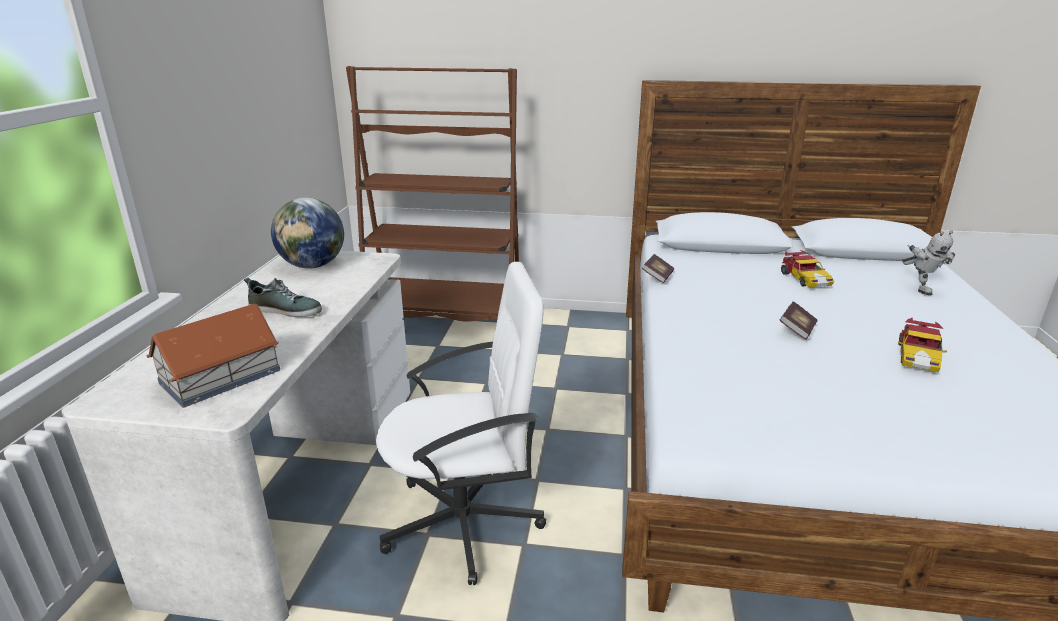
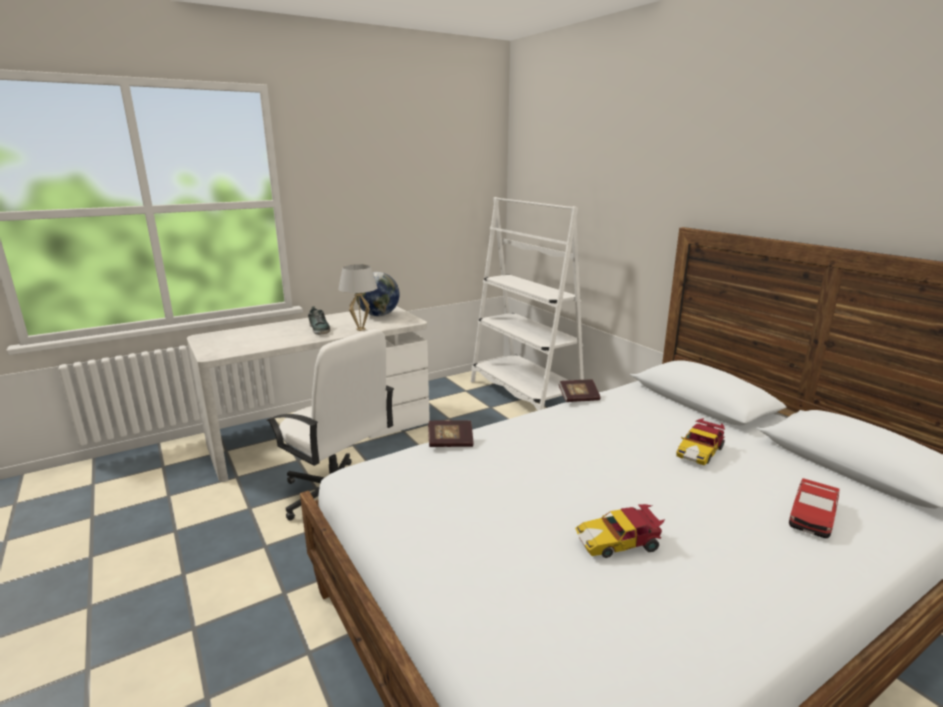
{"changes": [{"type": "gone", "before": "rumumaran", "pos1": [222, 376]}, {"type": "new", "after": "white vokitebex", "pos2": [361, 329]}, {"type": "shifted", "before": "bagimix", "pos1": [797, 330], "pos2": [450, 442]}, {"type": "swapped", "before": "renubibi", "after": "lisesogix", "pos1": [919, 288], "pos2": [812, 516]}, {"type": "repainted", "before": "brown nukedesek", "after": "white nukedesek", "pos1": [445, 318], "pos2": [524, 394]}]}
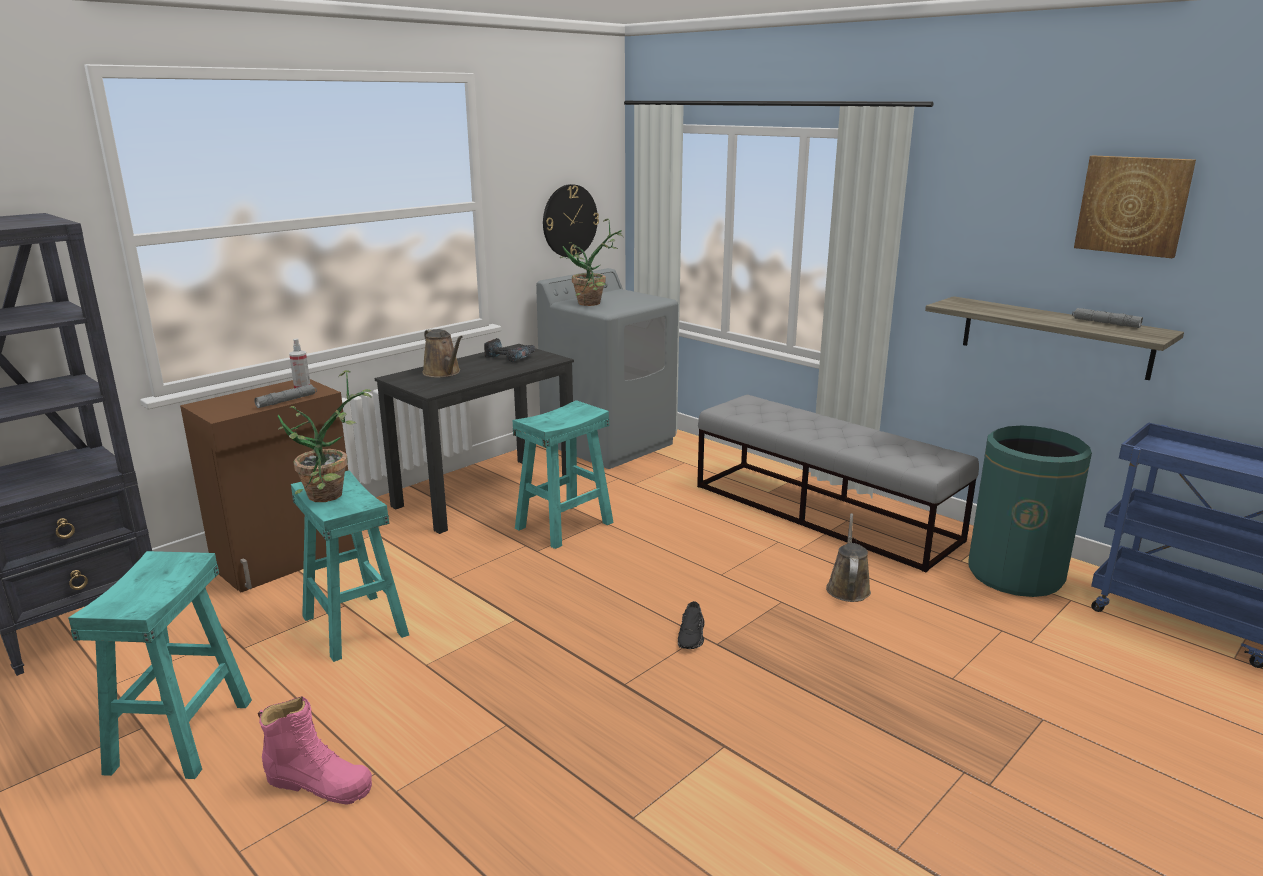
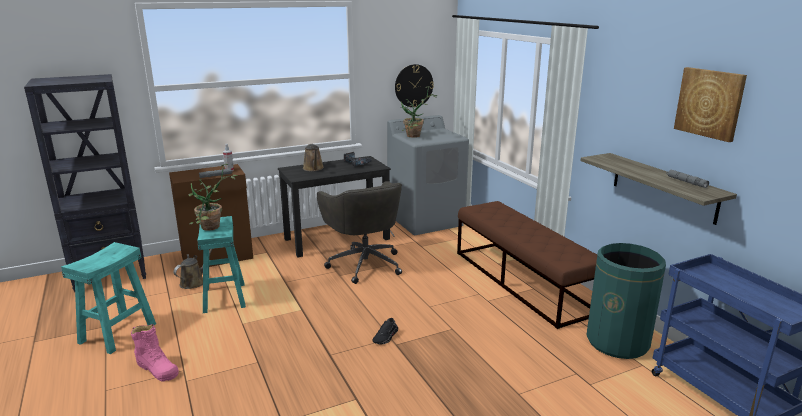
{"changes": [{"type": "shifted", "before": "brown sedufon", "pos1": [848, 588], "pos2": [194, 282]}, {"type": "swapped", "before": "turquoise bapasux", "after": "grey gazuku", "pos1": [564, 526], "pos2": [364, 264]}, {"type": "repainted", "before": "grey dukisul", "after": "brown dukisul", "pos1": [823, 512], "pos2": [522, 281]}]}
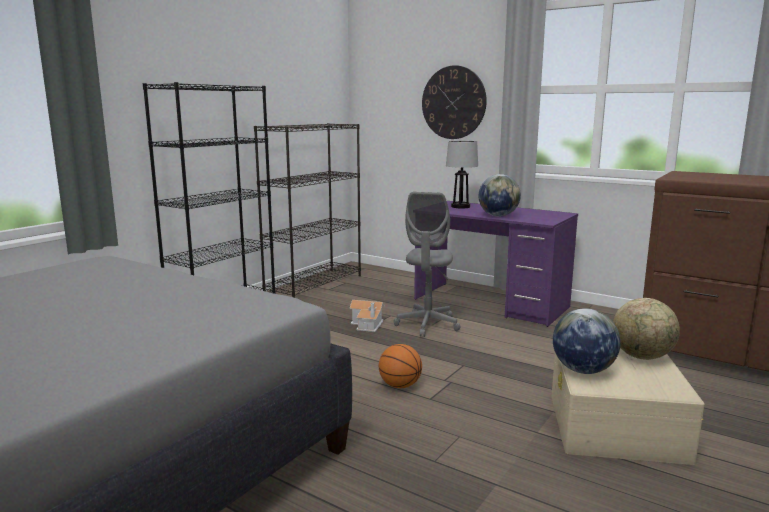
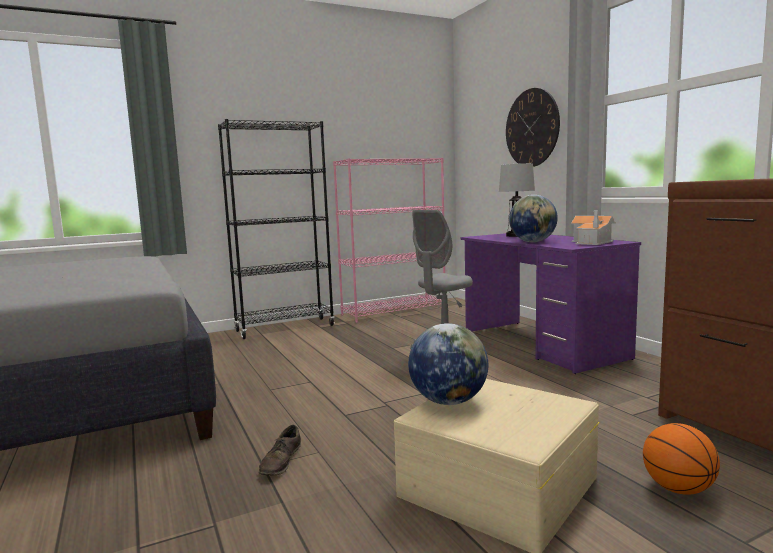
{"changes": [{"type": "gone", "before": "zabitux", "pos1": [642, 357]}, {"type": "new", "after": "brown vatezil", "pos2": [281, 461]}, {"type": "shifted", "before": "rumumaran", "pos1": [368, 324], "pos2": [592, 242]}, {"type": "shifted", "before": "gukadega", "pos1": [400, 385], "pos2": [678, 489]}, {"type": "repainted", "before": "black nukedesek", "after": "pink nukedesek", "pos1": [314, 284], "pos2": [394, 311]}]}
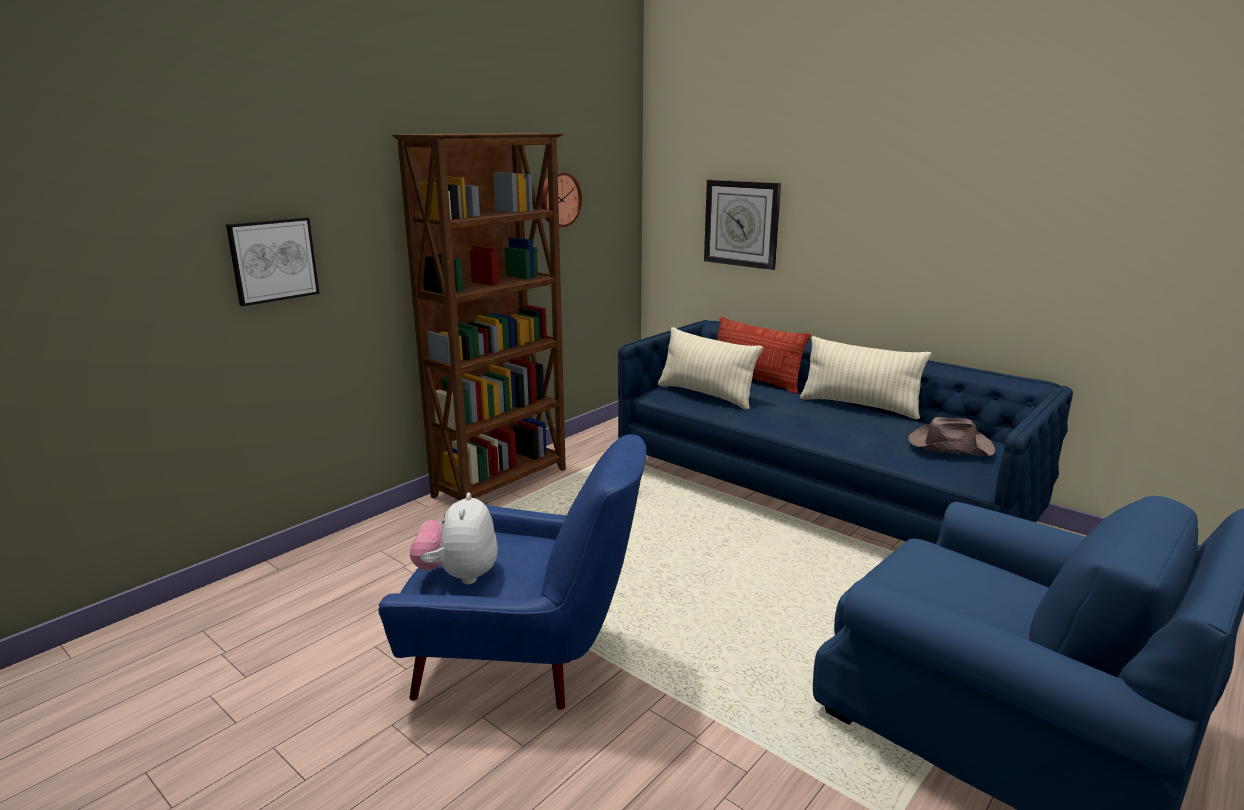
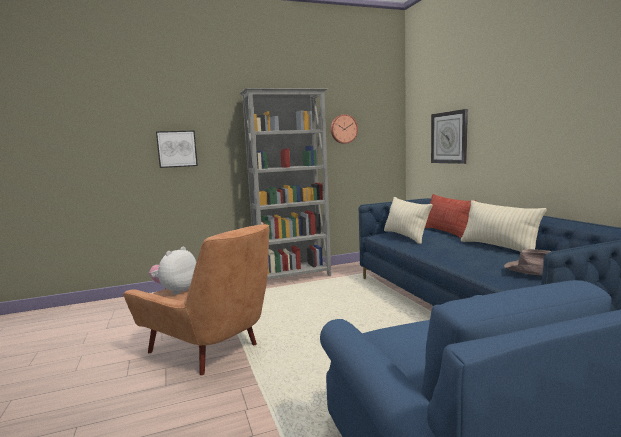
{"changes": [{"type": "repainted", "before": "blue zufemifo", "after": "brown zufemifo", "pos1": [525, 661], "pos2": [211, 350]}, {"type": "repainted", "before": "brown nukedesek", "after": "grey nukedesek", "pos1": [502, 483], "pos2": [294, 277]}]}
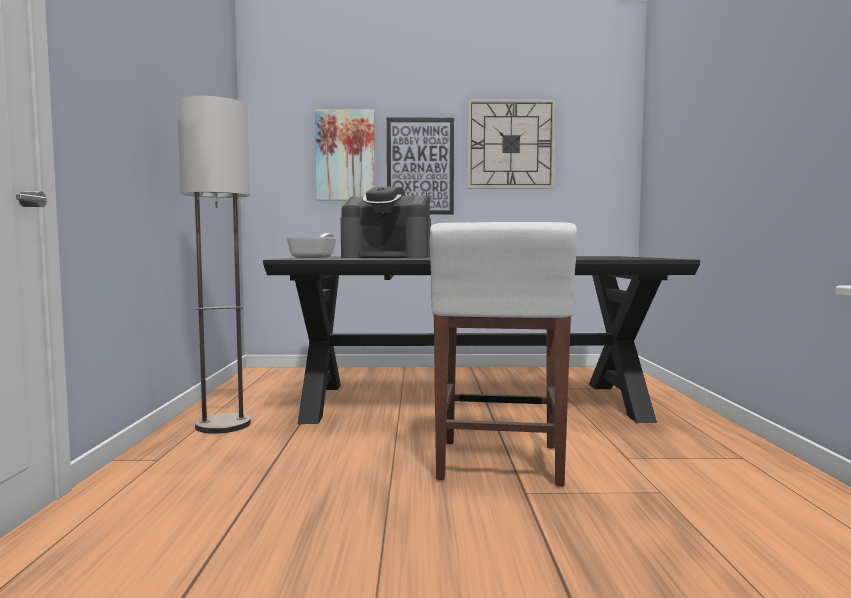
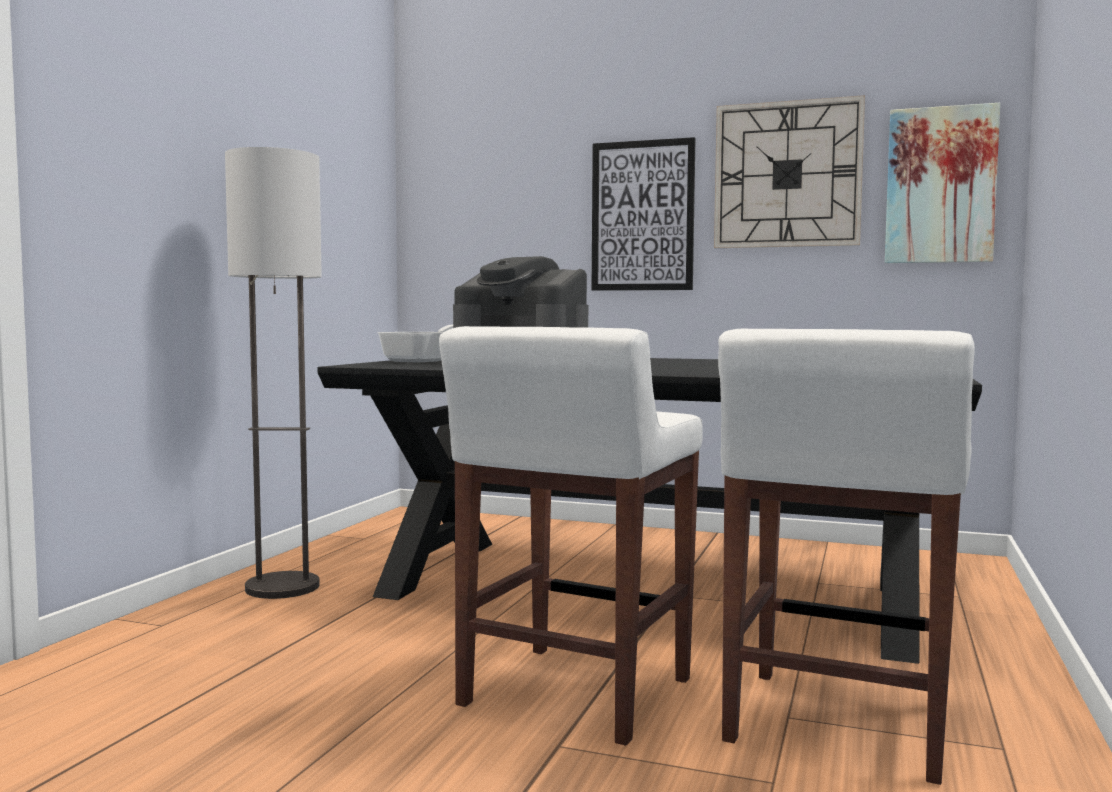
{"changes": [{"type": "new", "after": "white bapasux", "pos2": [837, 725]}, {"type": "shifted", "before": "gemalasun", "pos1": [345, 155], "pos2": [940, 185]}]}
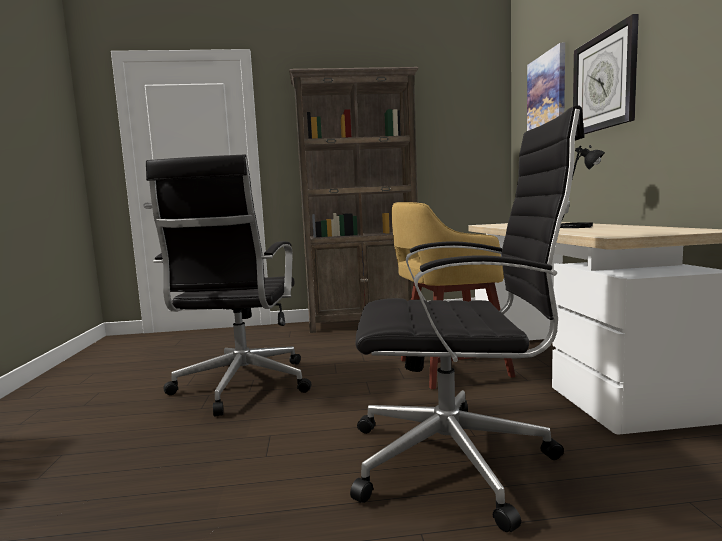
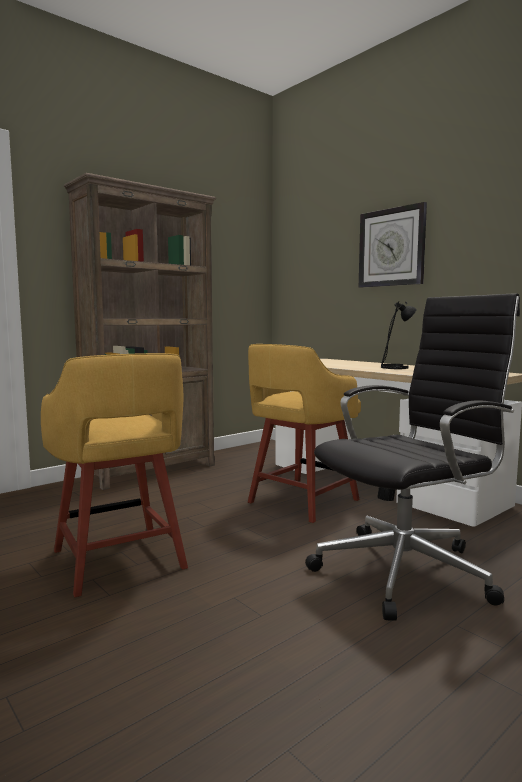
{"changes": [{"type": "gone", "before": "gemalasun", "pos1": [547, 99]}, {"type": "swapped", "before": "black gazuku", "after": "yellow bapasux", "pos1": [241, 386], "pos2": [119, 561]}]}
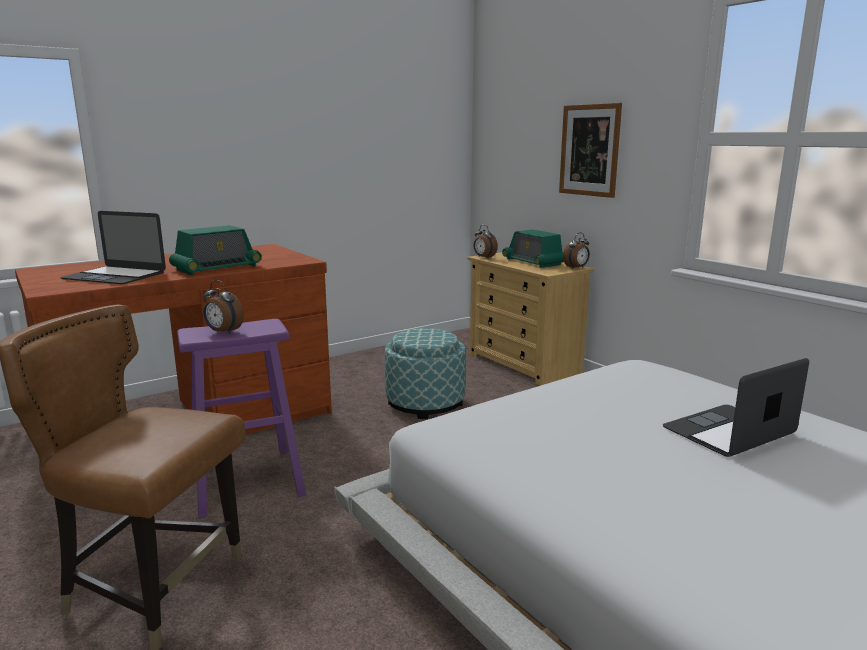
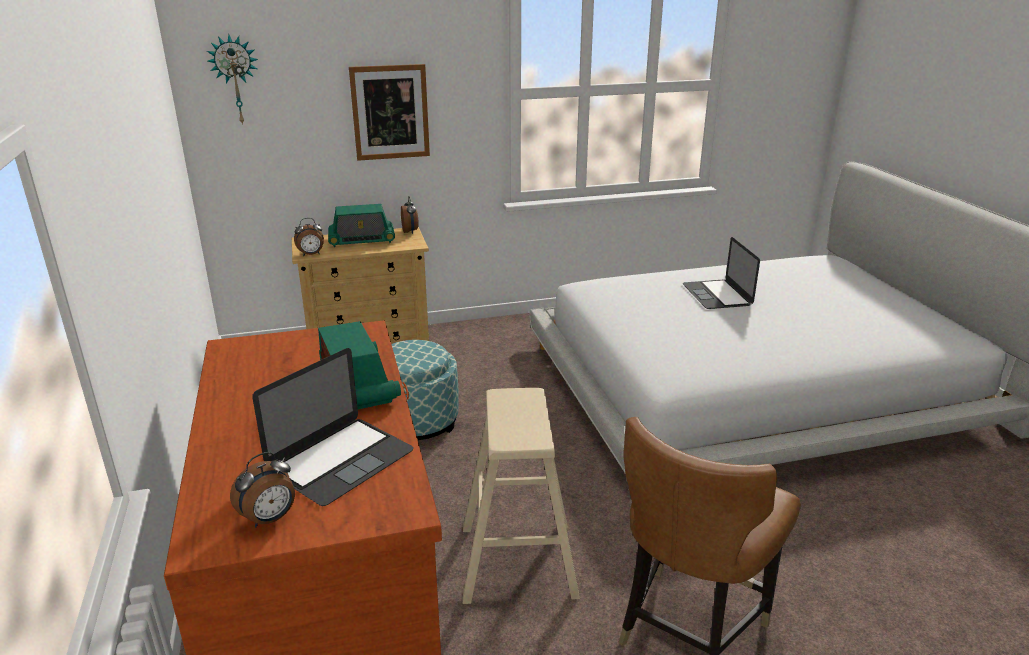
{"changes": [{"type": "new", "after": "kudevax", "pos2": [236, 80]}, {"type": "shifted", "before": "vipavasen", "pos1": [223, 332], "pos2": [270, 519]}, {"type": "repainted", "before": "purple bapasux", "after": "beige bapasux", "pos1": [246, 480], "pos2": [518, 561]}]}
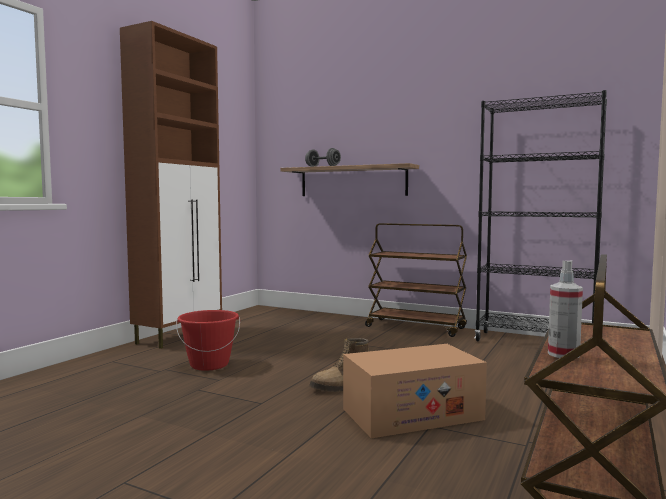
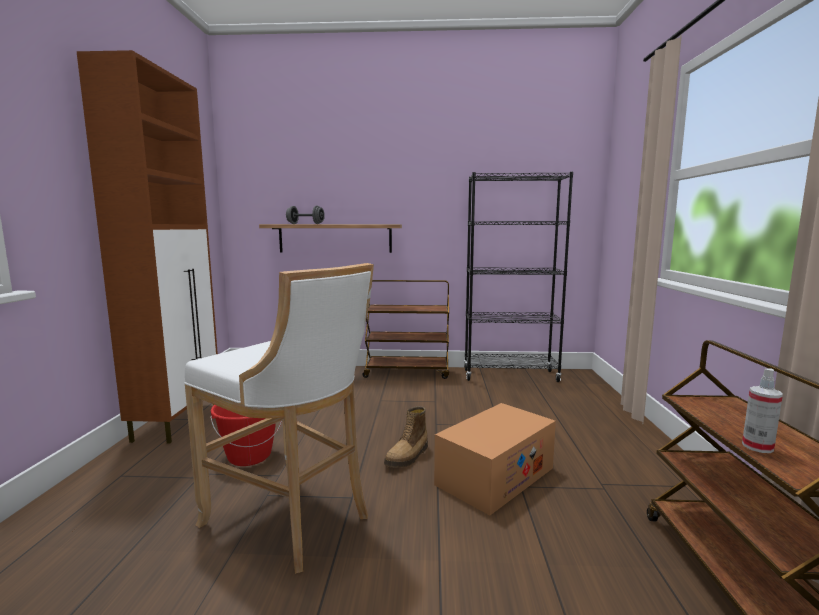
{"changes": [{"type": "new", "after": "white bapasux", "pos2": [292, 519]}]}
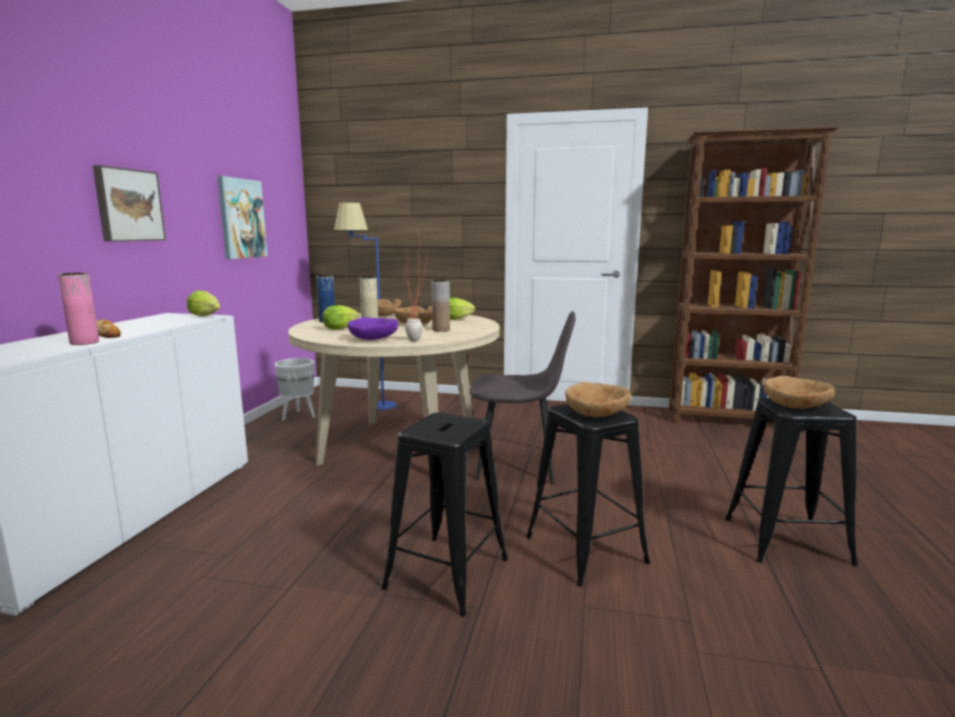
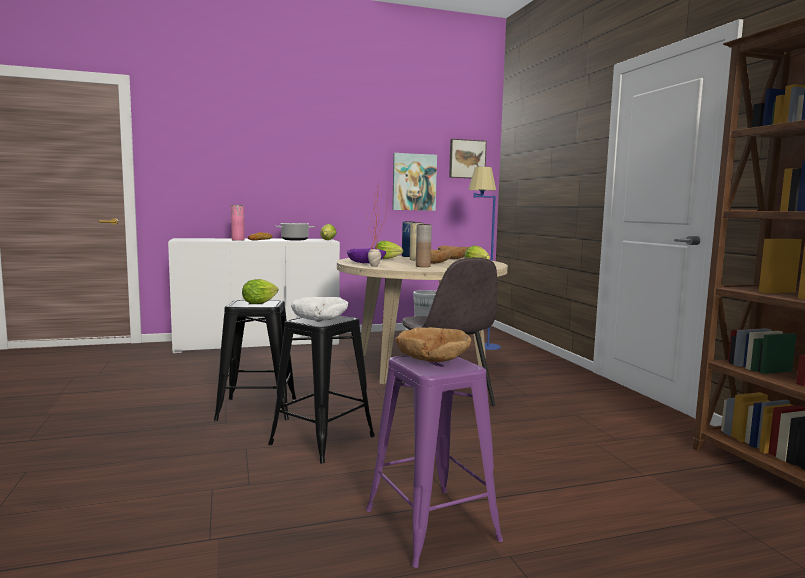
{"changes": [{"type": "new", "after": "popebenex", "pos2": [261, 303]}, {"type": "new", "after": "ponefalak", "pos2": [294, 239]}, {"type": "shifted", "before": "gemalasun", "pos1": [128, 205], "pos2": [466, 159]}, {"type": "repainted", "before": "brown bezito", "after": "white bezito", "pos1": [597, 413], "pos2": [318, 320]}, {"type": "repainted", "before": "black bapasux", "after": "purple bapasux", "pos1": [787, 540], "pos2": [432, 525]}]}
